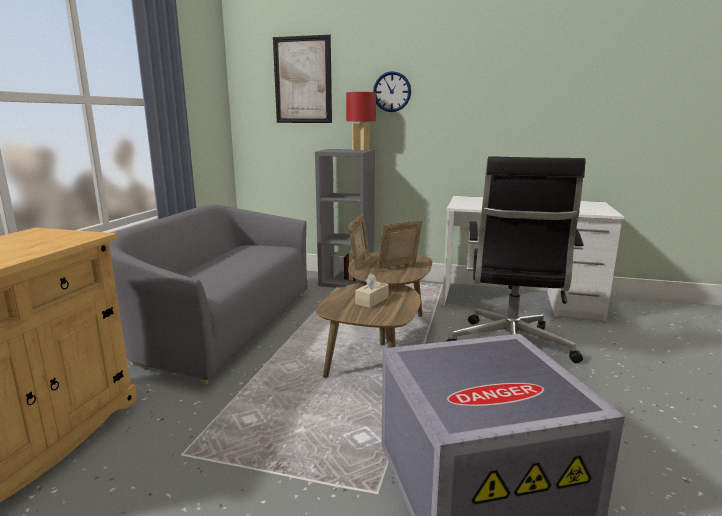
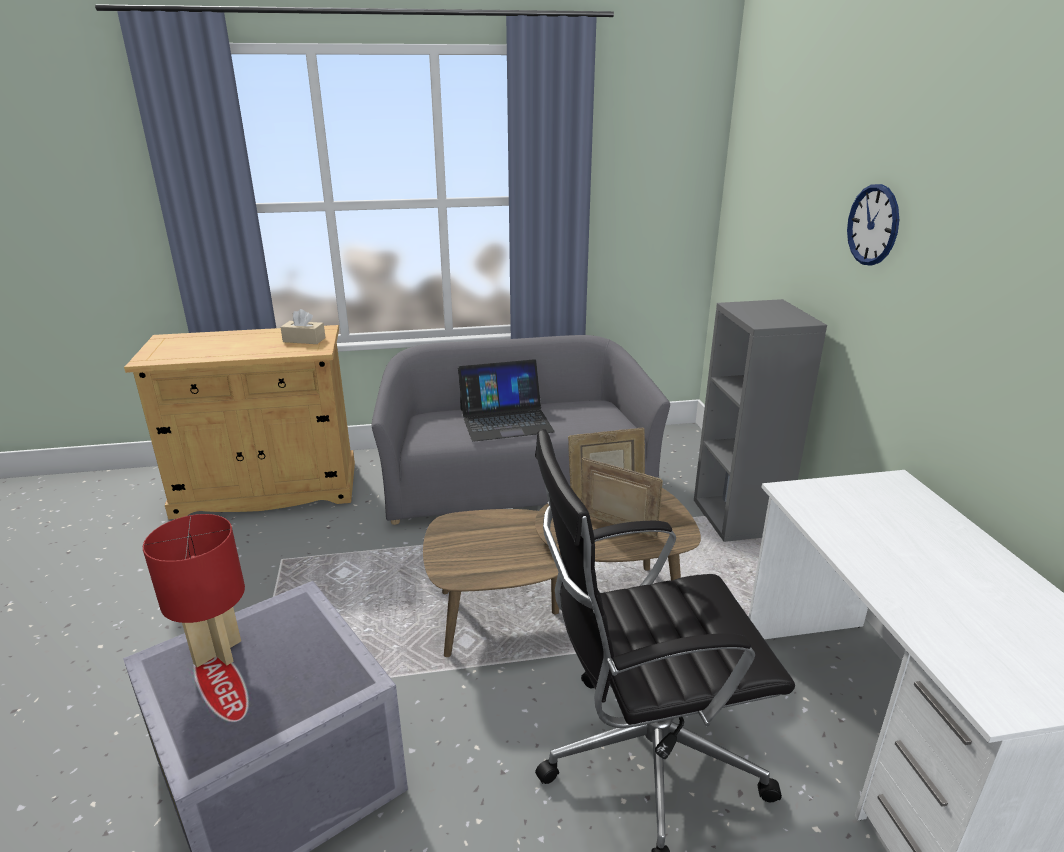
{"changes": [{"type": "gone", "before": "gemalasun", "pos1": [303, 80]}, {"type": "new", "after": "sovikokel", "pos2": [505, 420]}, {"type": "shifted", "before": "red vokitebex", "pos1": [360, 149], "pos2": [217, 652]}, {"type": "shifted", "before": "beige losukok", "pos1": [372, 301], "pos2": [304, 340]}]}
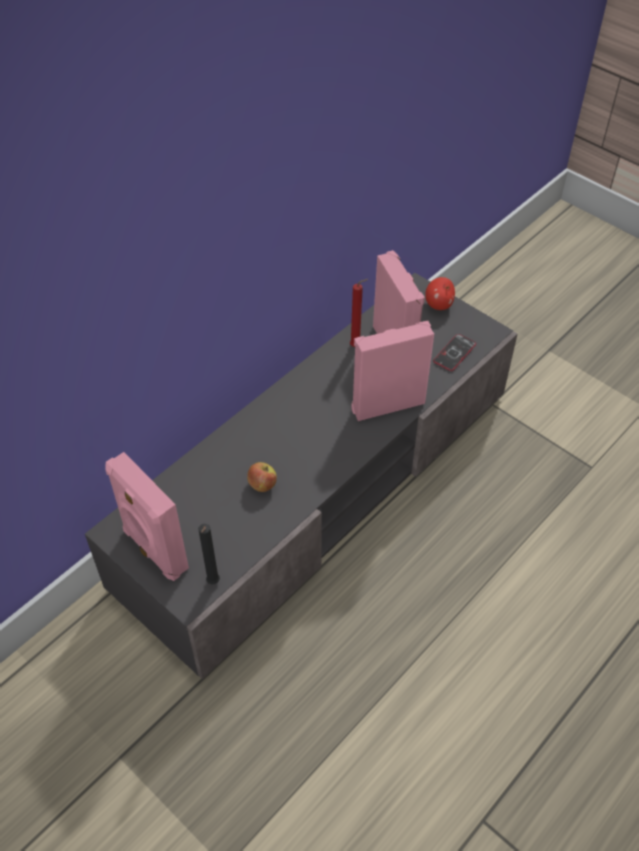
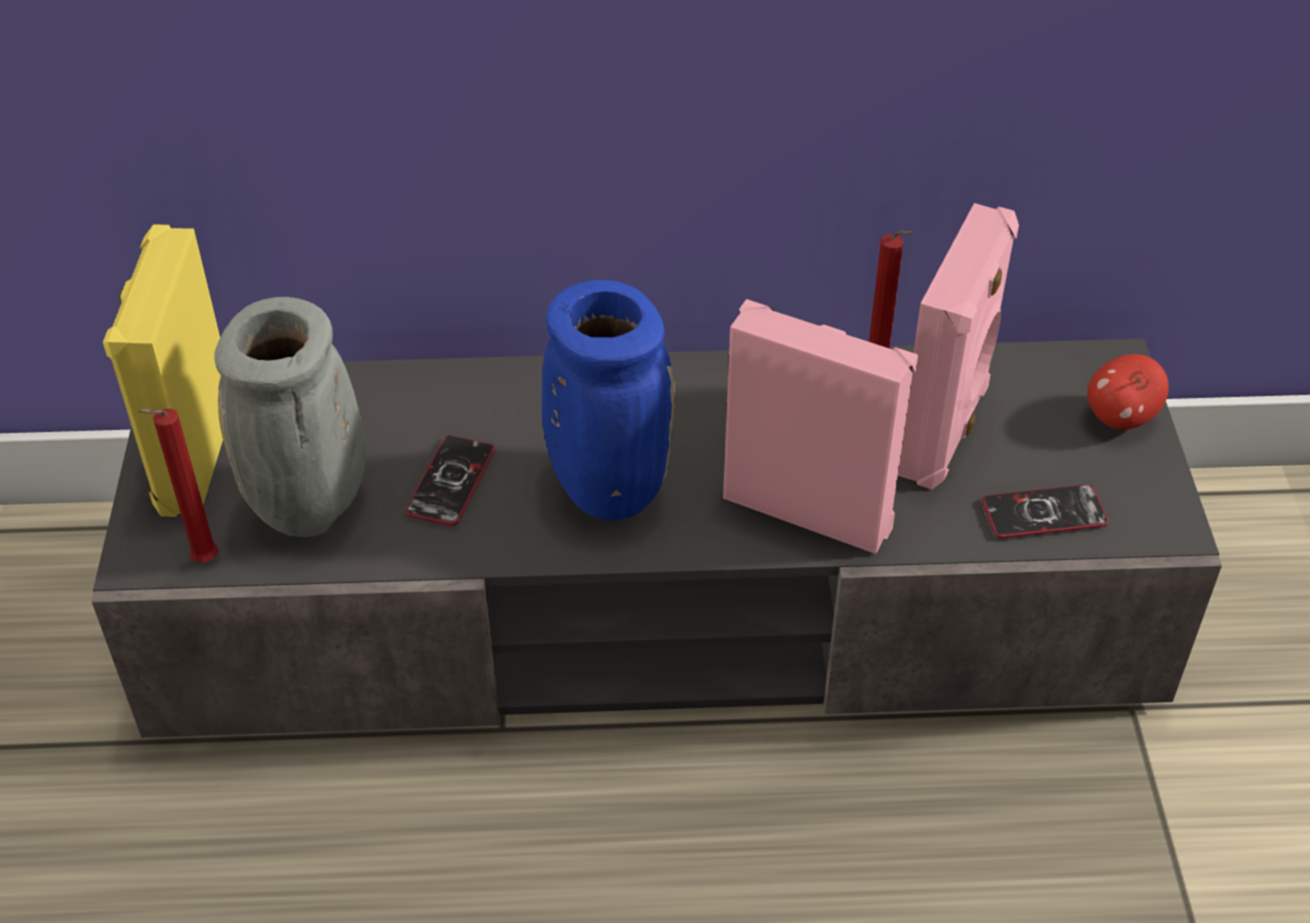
{"changes": [{"type": "new", "after": "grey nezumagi", "pos2": [312, 509]}, {"type": "new", "after": "blue nezumagi", "pos2": [605, 487]}, {"type": "swapped", "before": "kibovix", "after": "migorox", "pos1": [262, 485], "pos2": [451, 481]}, {"type": "repainted", "before": "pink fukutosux", "after": "yellow fukutosux", "pos1": [154, 550], "pos2": [192, 455]}, {"type": "repainted", "before": "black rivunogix", "after": "red rivunogix", "pos1": [213, 583], "pos2": [201, 562]}]}
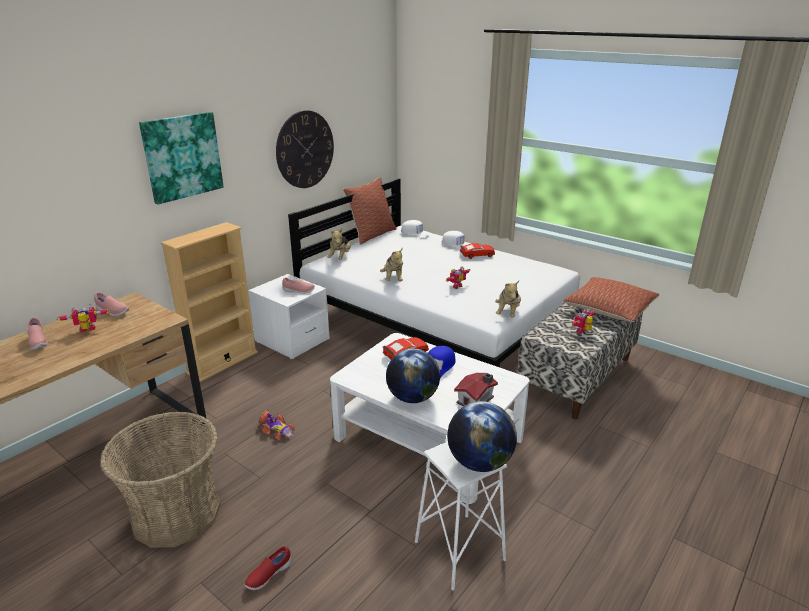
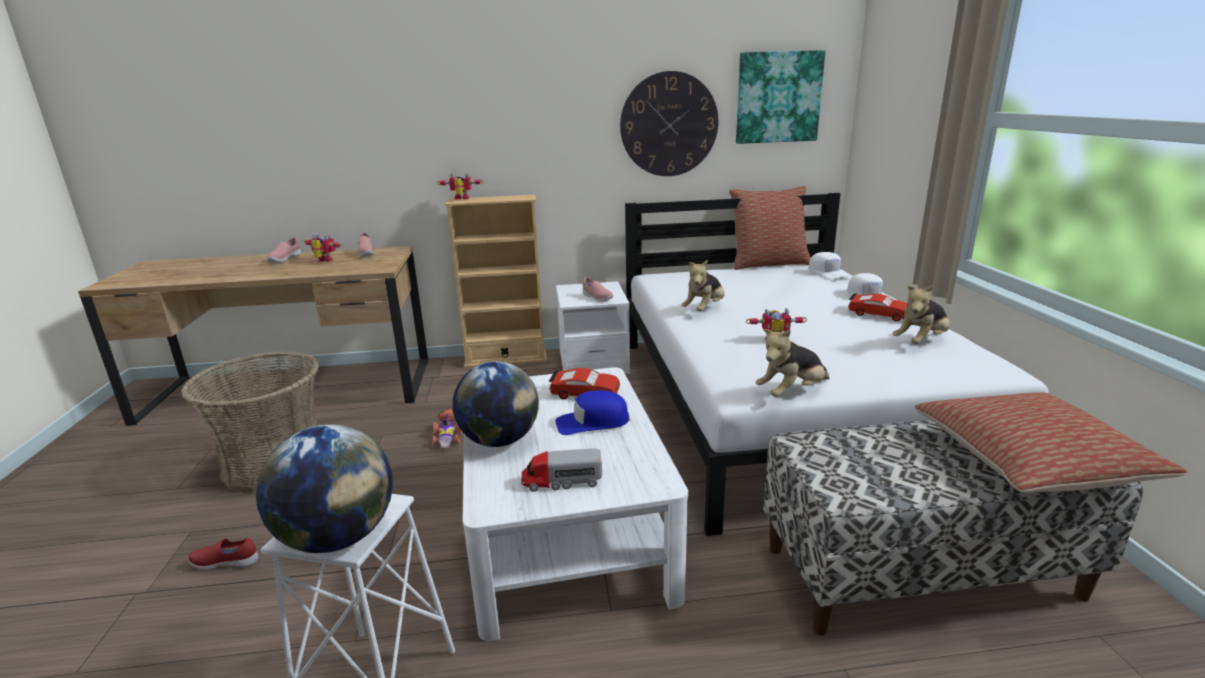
{"changes": [{"type": "shifted", "before": "gemalasun", "pos1": [182, 156], "pos2": [778, 97]}, {"type": "shifted", "before": "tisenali", "pos1": [340, 257], "pos2": [921, 342]}, {"type": "shifted", "before": "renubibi", "pos1": [583, 331], "pos2": [461, 199]}, {"type": "swapped", "before": "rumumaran", "after": "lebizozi", "pos1": [476, 400], "pos2": [562, 482]}]}
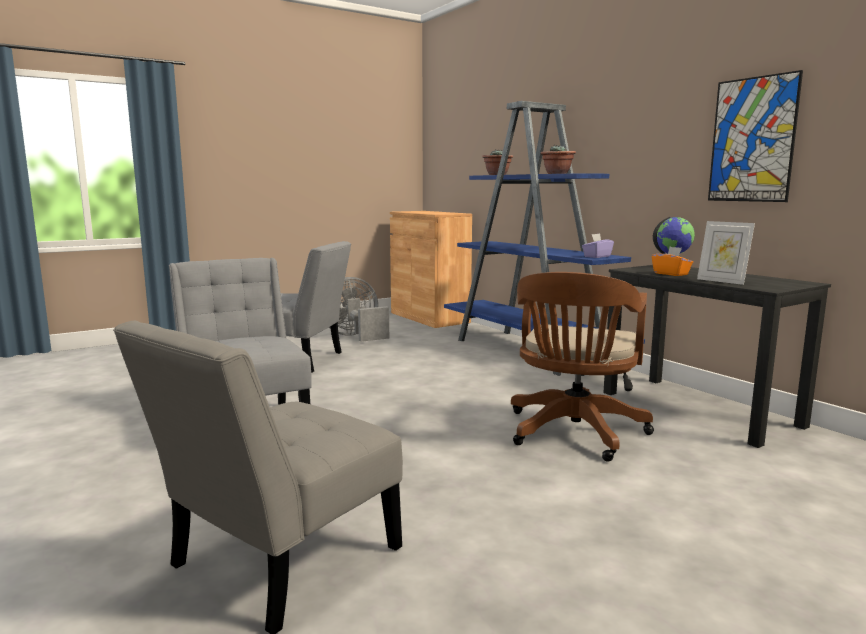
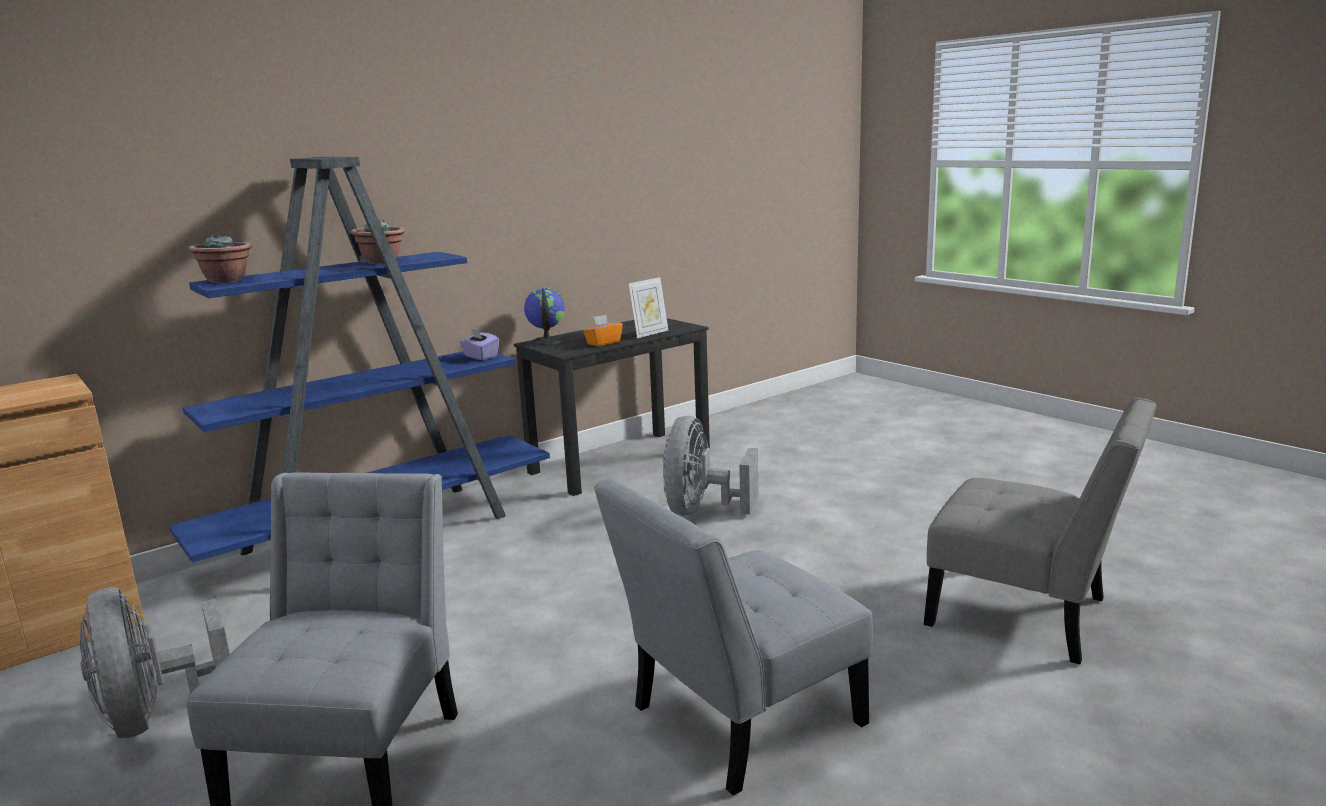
{"changes": [{"type": "gone", "before": "gemalasun", "pos1": [752, 140]}, {"type": "swapped", "before": "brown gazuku", "after": "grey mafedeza", "pos1": [574, 434], "pos2": [701, 510]}]}
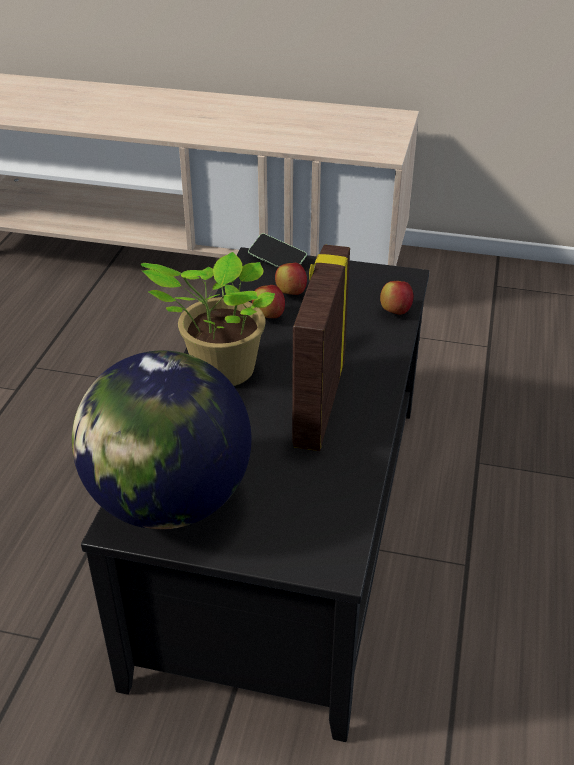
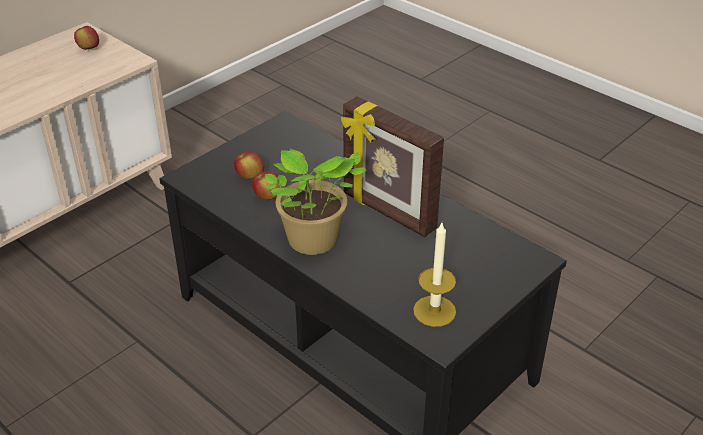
{"changes": [{"type": "gone", "before": "migorox", "pos1": [277, 260]}, {"type": "shifted", "before": "kibovix", "pos1": [395, 311], "pos2": [88, 48]}, {"type": "swapped", "before": "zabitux", "after": "rivunogix", "pos1": [169, 501], "pos2": [434, 311]}]}
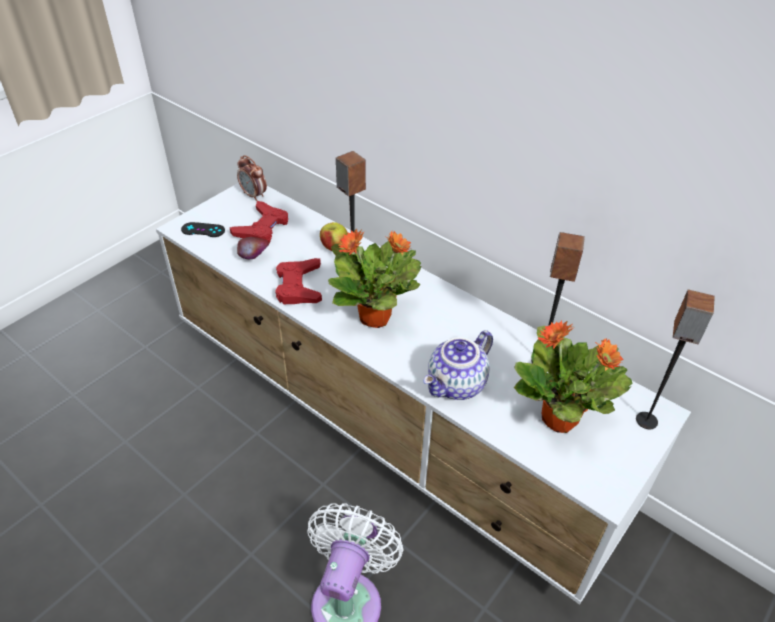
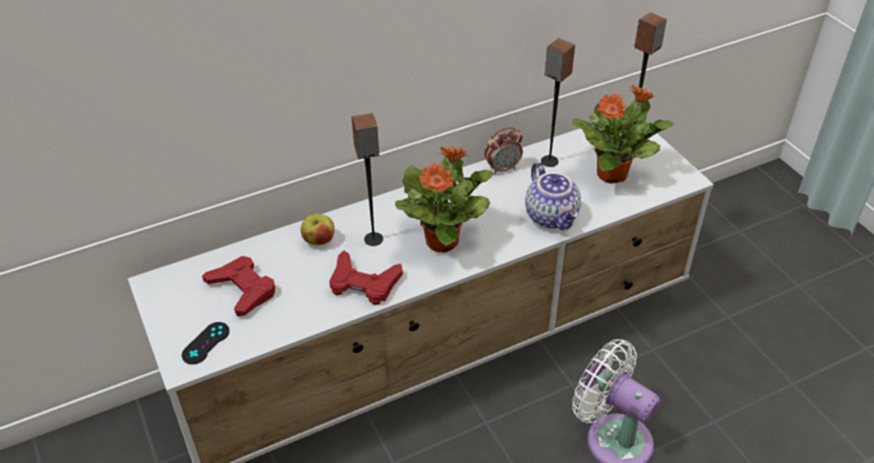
{"changes": [{"type": "gone", "before": "kibovix", "pos1": [254, 258]}, {"type": "shifted", "before": "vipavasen", "pos1": [254, 195], "pos2": [502, 168]}]}
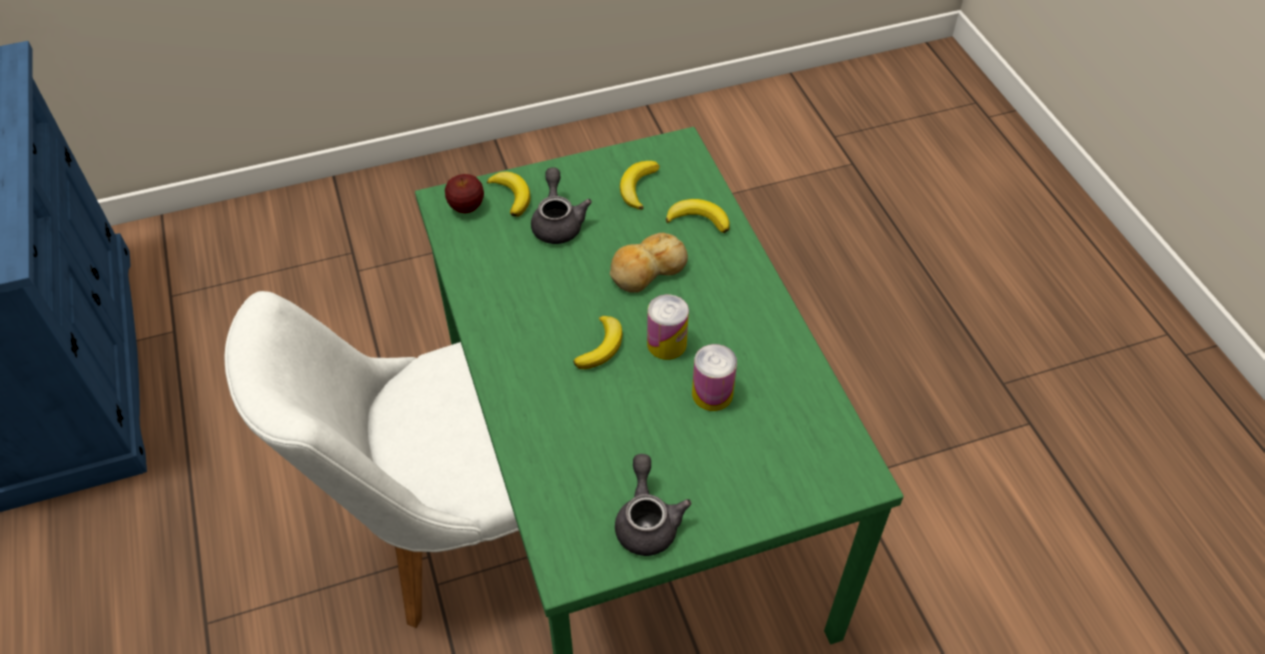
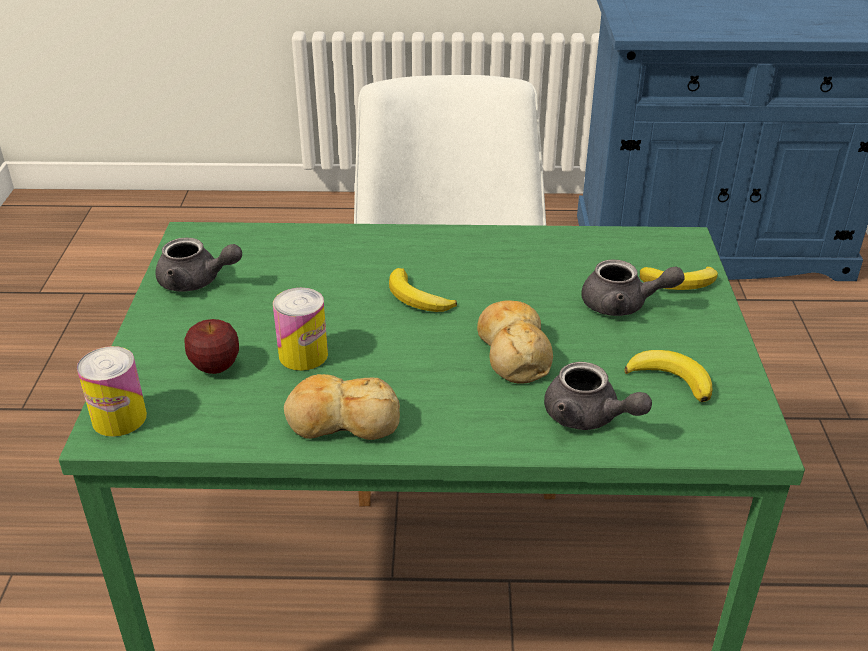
{"changes": [{"type": "new", "after": "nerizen", "pos2": [342, 421]}, {"type": "shifted", "before": "kibovix", "pos1": [466, 207], "pos2": [215, 366]}, {"type": "shifted", "before": "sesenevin", "pos1": [666, 344], "pos2": [119, 418]}, {"type": "swapped", "before": "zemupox", "after": "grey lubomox", "pos1": [698, 219], "pos2": [588, 418]}]}
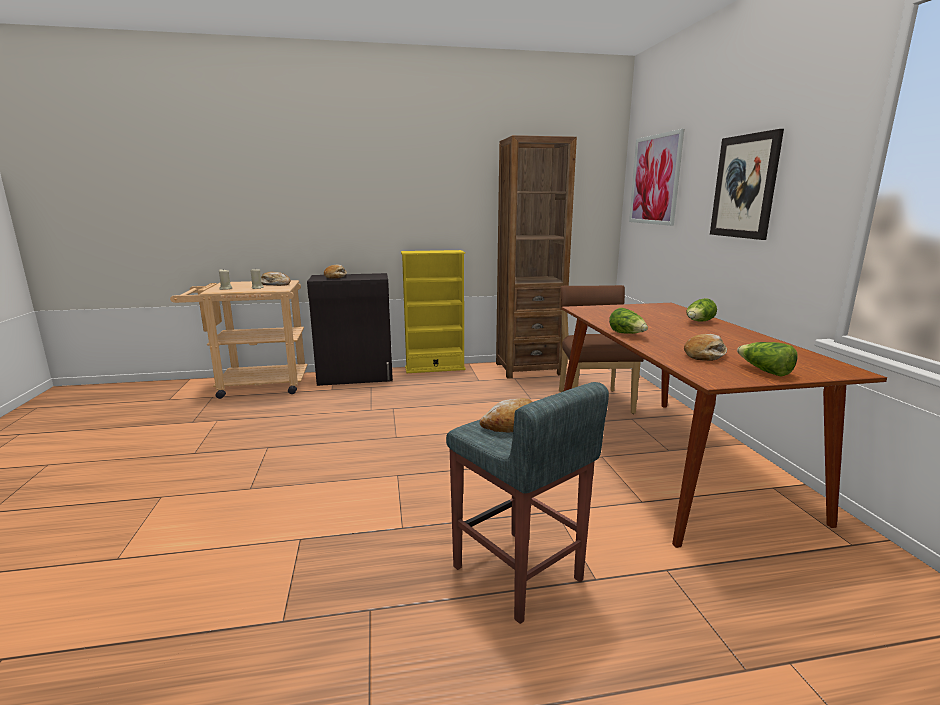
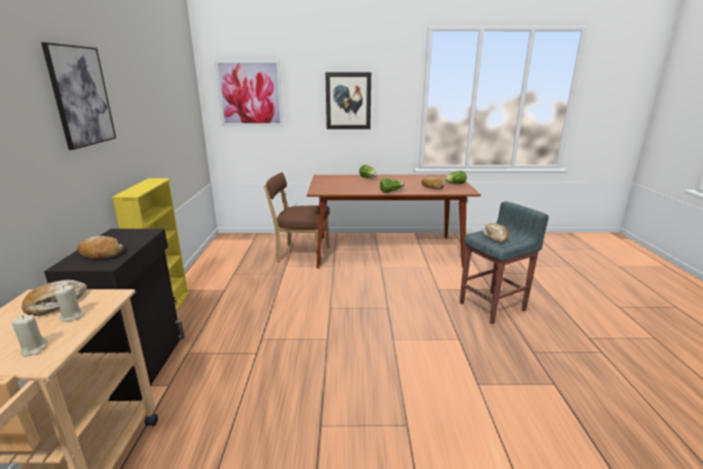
{"changes": [{"type": "gone", "before": "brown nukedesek", "pos1": [528, 369]}, {"type": "new", "after": "gemalasun", "pos2": [81, 96]}]}
